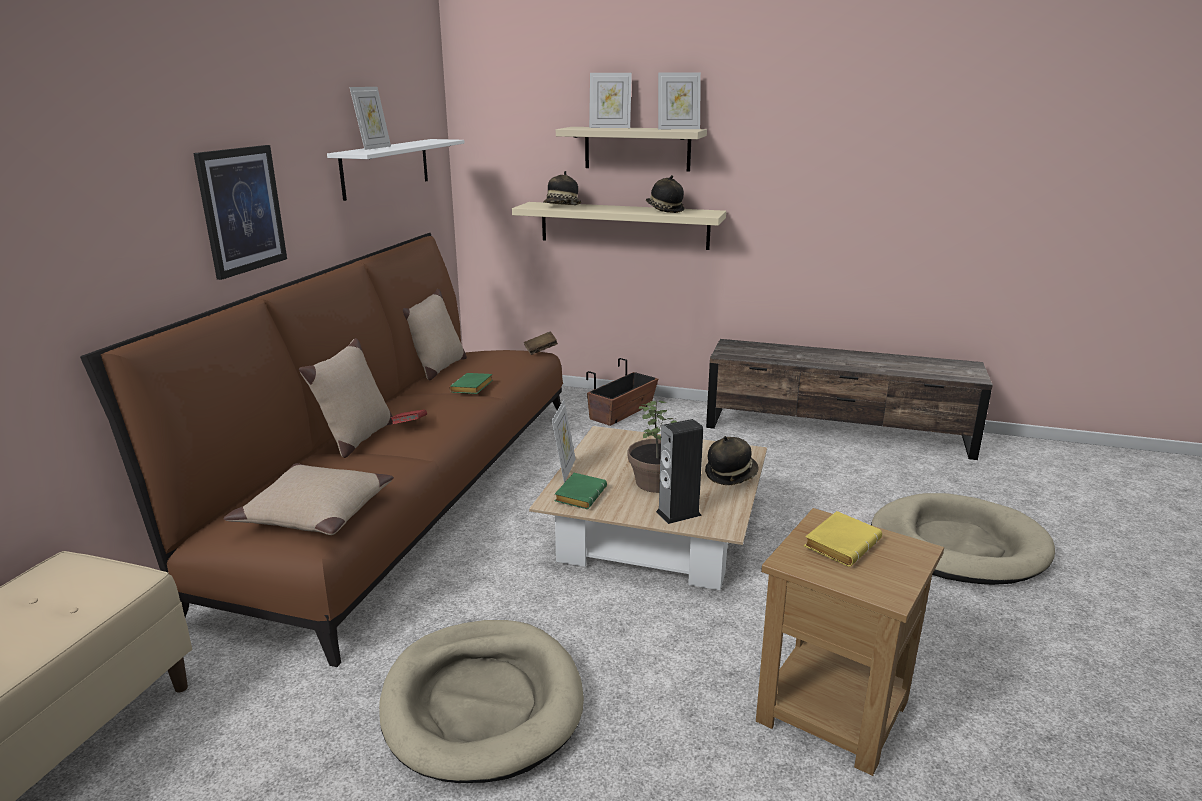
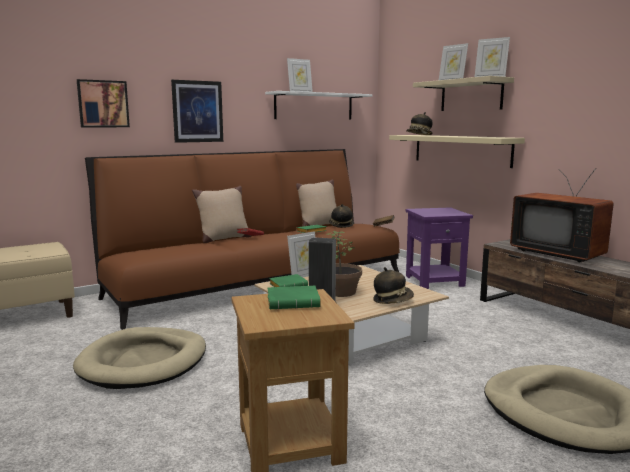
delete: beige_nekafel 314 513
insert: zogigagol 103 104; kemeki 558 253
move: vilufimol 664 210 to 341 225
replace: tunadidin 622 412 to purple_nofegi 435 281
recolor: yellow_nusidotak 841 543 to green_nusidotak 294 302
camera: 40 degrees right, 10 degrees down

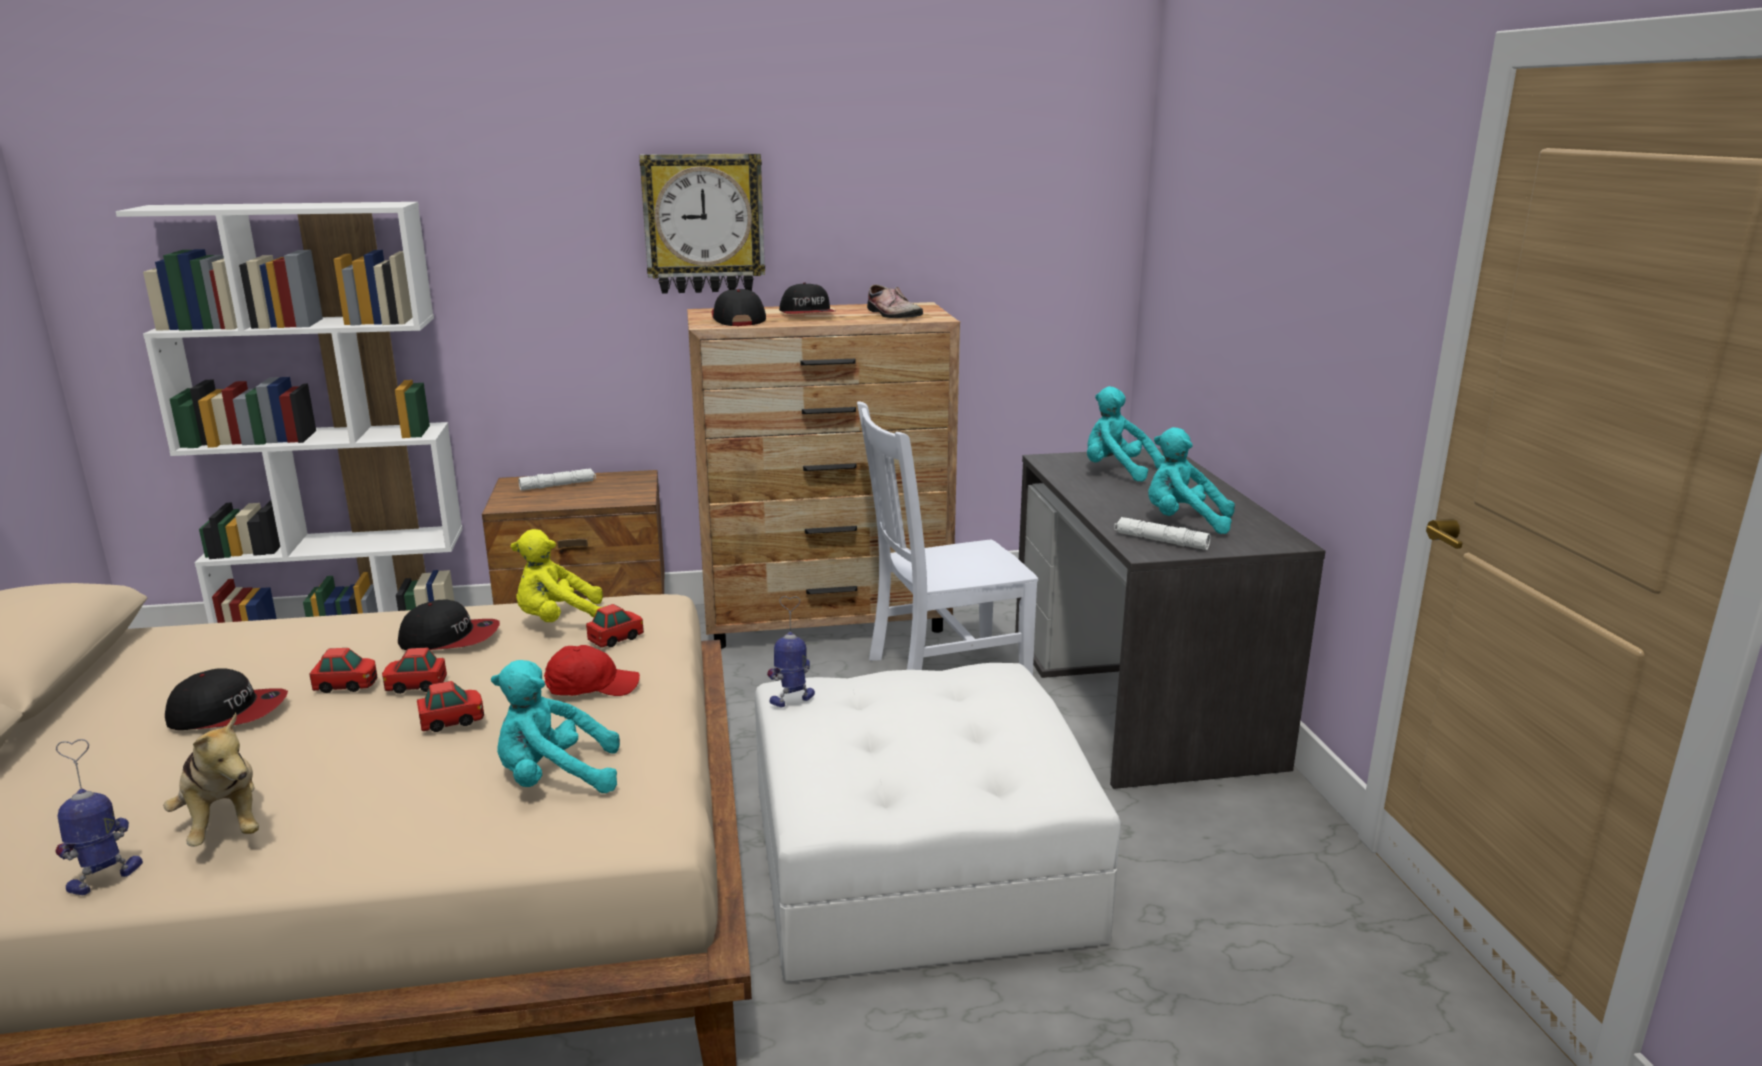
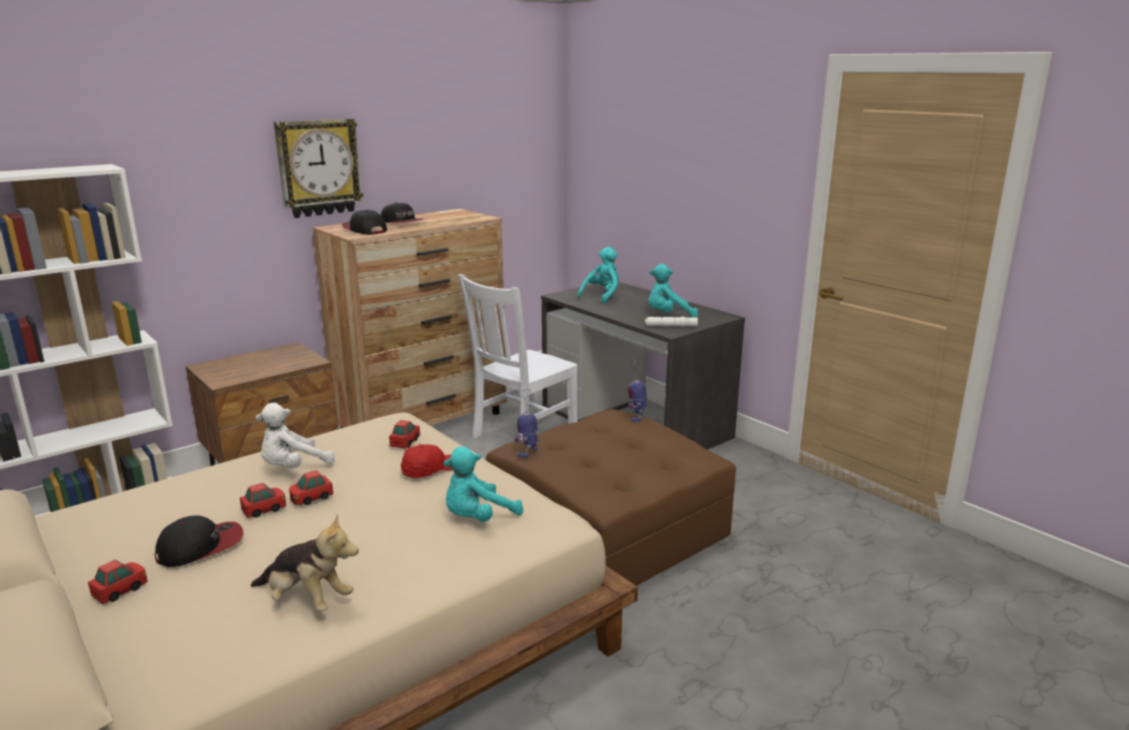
delete: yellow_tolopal 560 622; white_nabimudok 558 485; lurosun 891 315
move: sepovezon 452 721 to 121 590; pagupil 106 878 to 636 416
replace: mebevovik 450 638 to white_tolopal 293 467
recolor: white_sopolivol 915 861 to brown_sopolivol 606 528
rotate: turquoise_tolopal 1117 471 = 602 296 120 degrees clockwise
camera: 30 degrees left, 0 degrees up

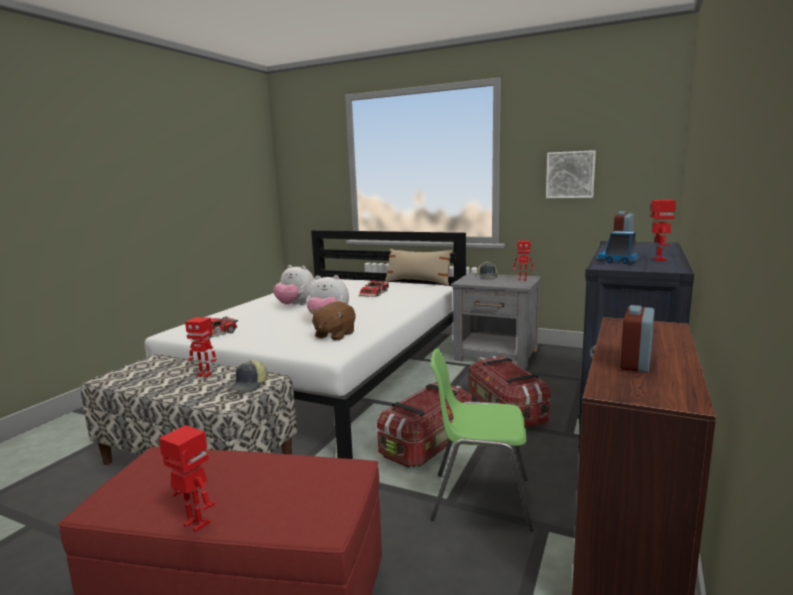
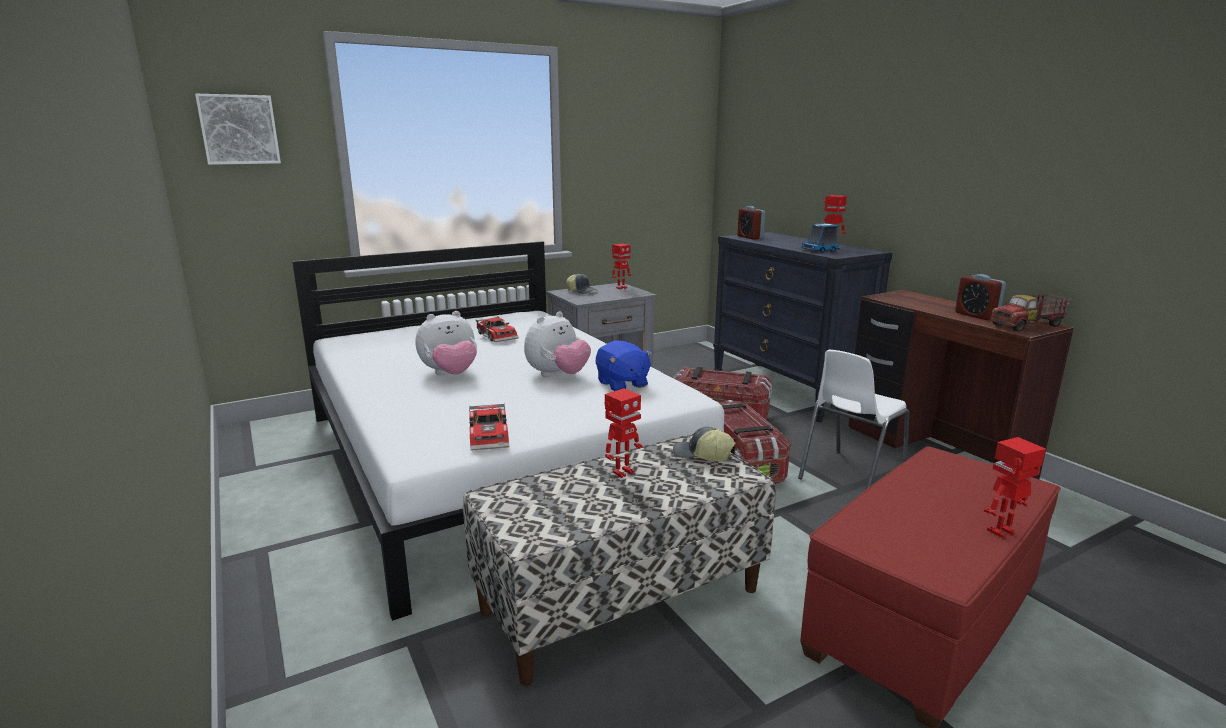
delete: beige_nekafel 418 282
insert: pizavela 1028 326
move: zogigagol 570 174 to 239 129
recolor: brown_tolopal 334 335 to blue_tolopal 622 384; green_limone 480 499 to white_limone 850 476
rotate: mebevovik 249 386 = 702 456 150 degrees clockwise
camera: 55 degrees left, 5 degrees up

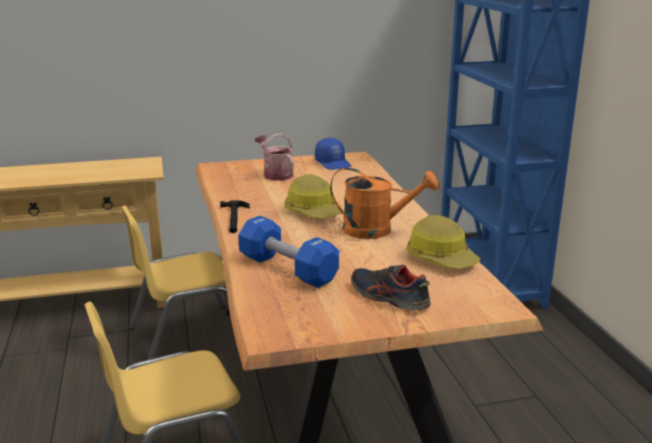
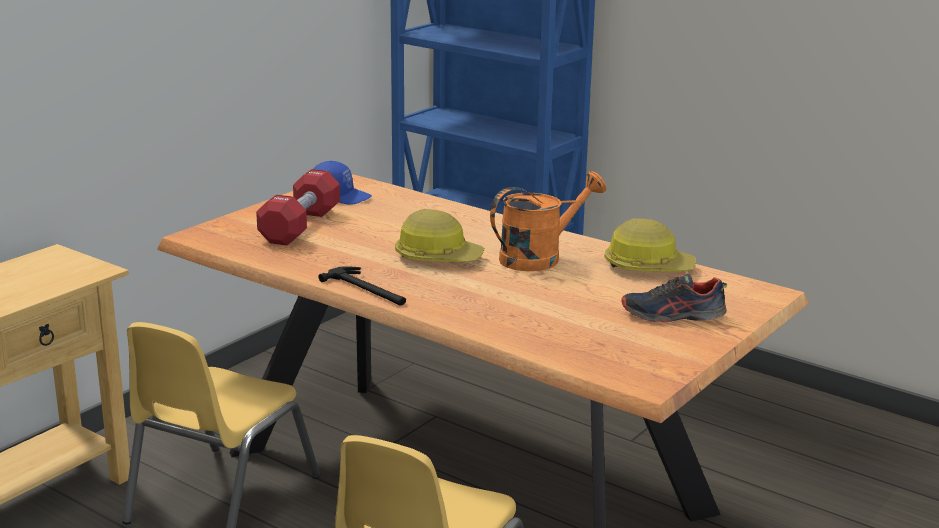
delete: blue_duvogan 288 269
replace: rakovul 276 174 to red_duvogan 300 226
camera: 40 degrees left, 0 degrees up

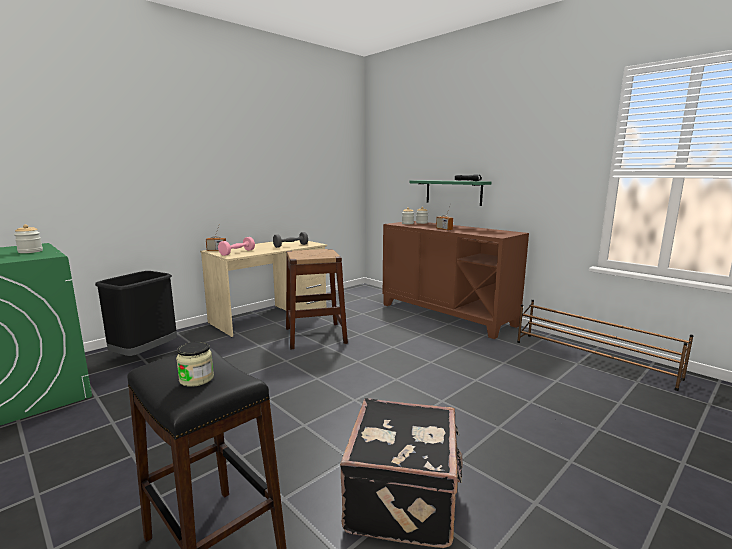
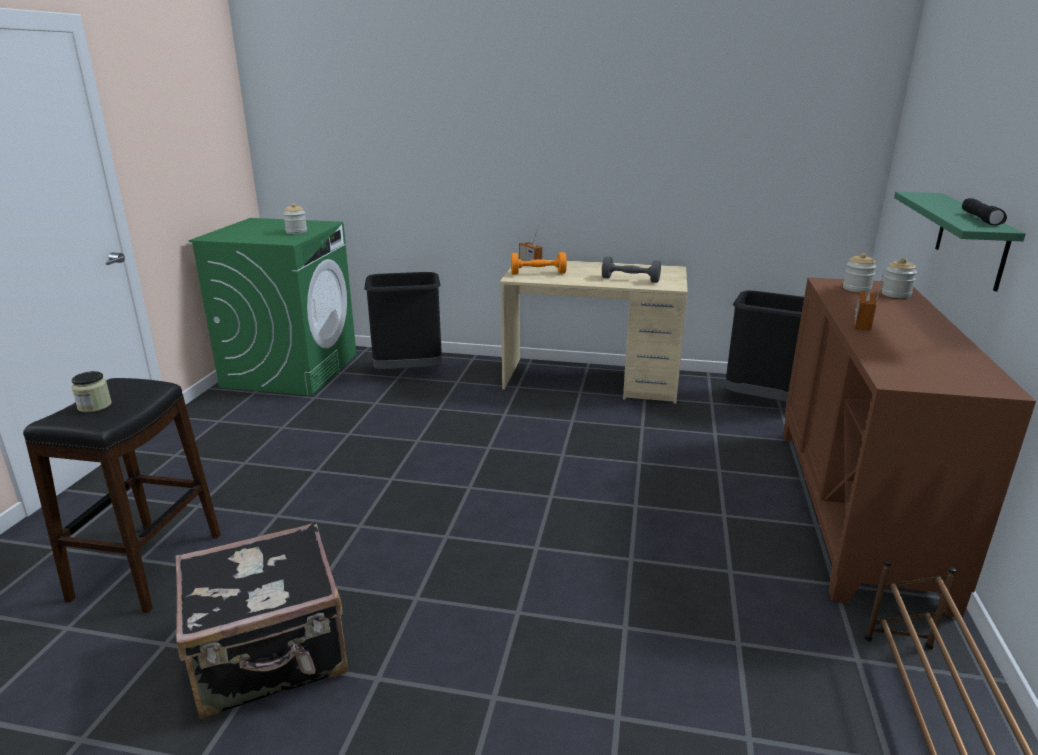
delete: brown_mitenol 315 335
insert: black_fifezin 763 401
recolor: pink_duvogan 237 252 to orange_duvogan 538 273
camera: 55 degrees right, 10 degrees up

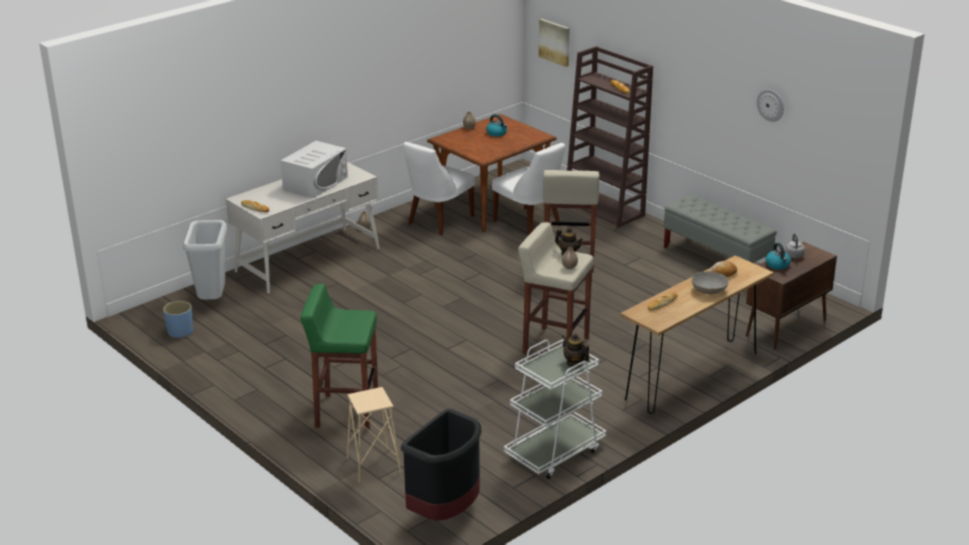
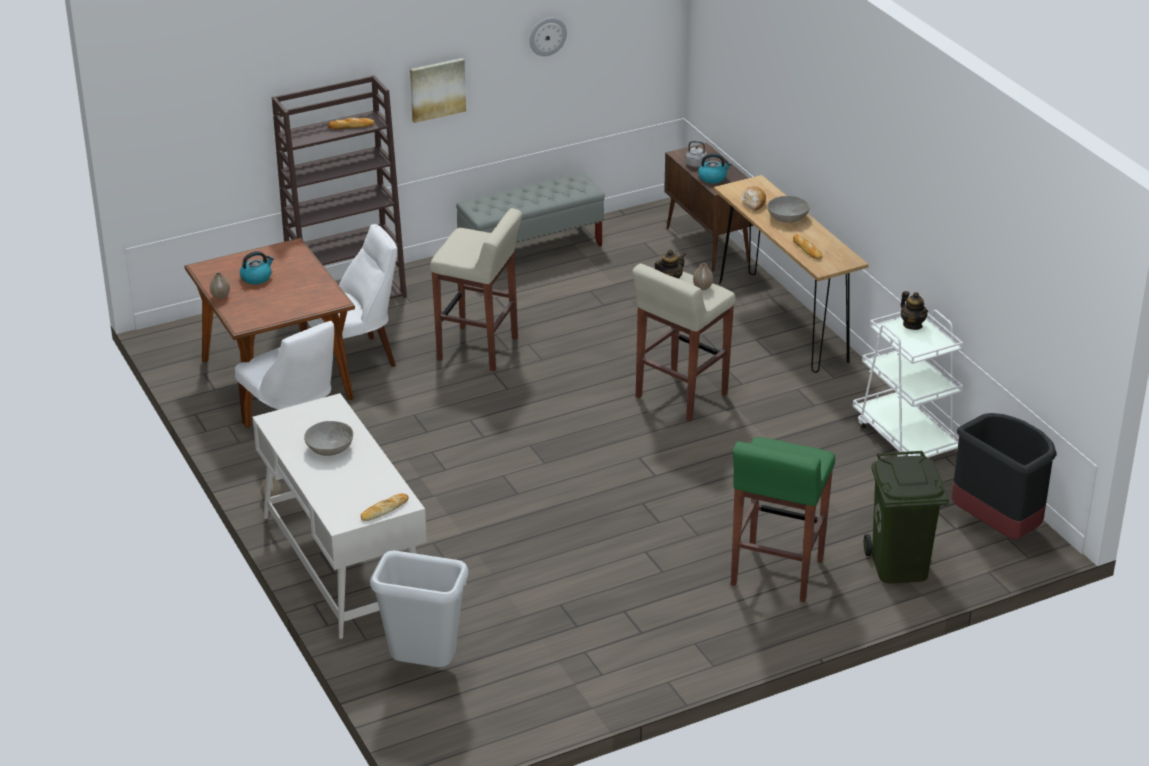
delete: blue_tunadidin 180 332
move: zogigagol 555 42 to 437 89
replace: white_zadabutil 315 183 to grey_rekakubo 329 447; beige_mitenol 373 465 to green_fifezin 898 566
rotate: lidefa 574 363 = 912 325 90 degrees counterclockwise
camera: 75 degrees left, 5 degrees up

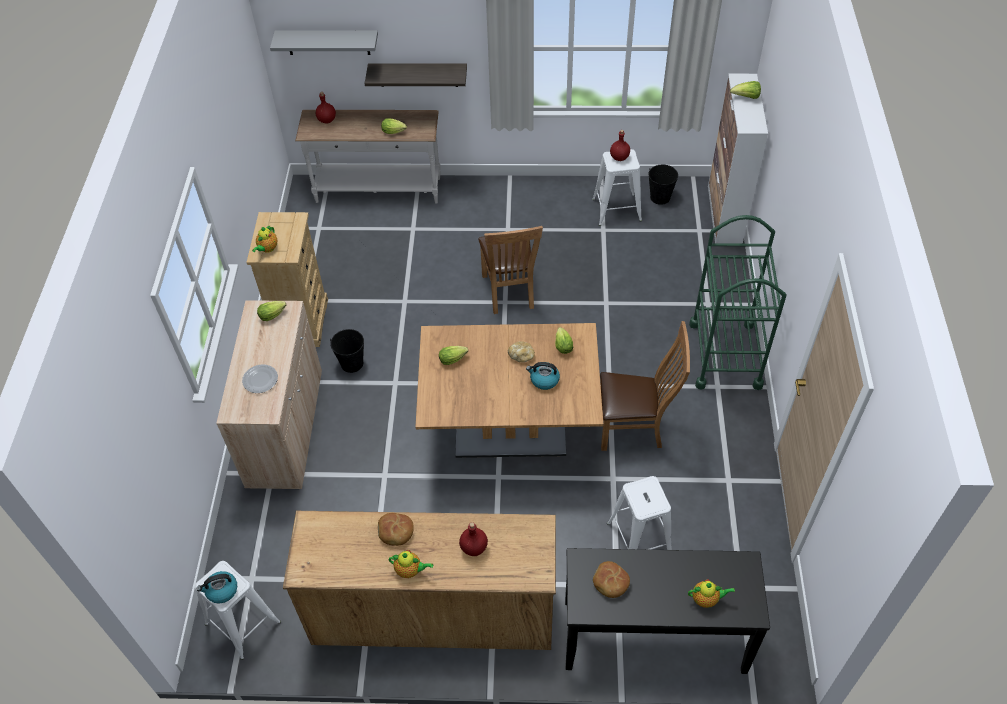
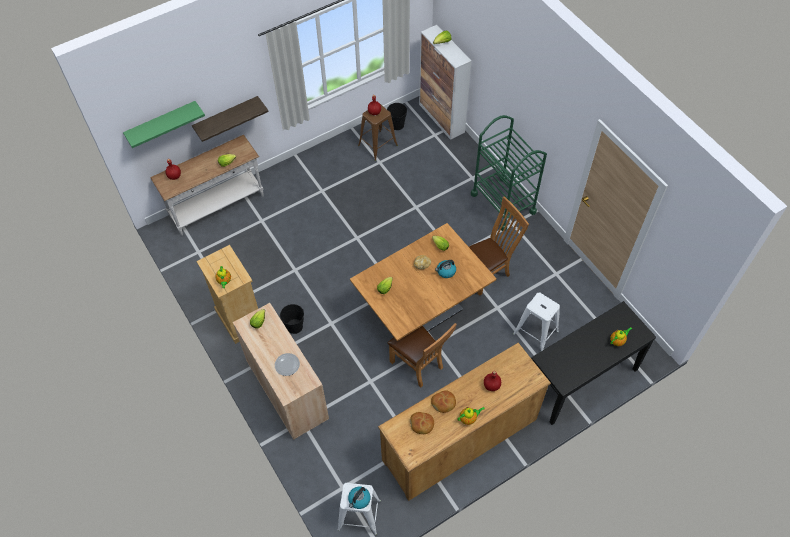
move: brown_limone 509 294 to 419 366; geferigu 610 582 to 422 424
recolor: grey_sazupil 328 42 to green_sazupil 162 123; white_mitenol 617 210 to brown_mitenol 378 145
camera: 35 degrees left, 5 degrees up

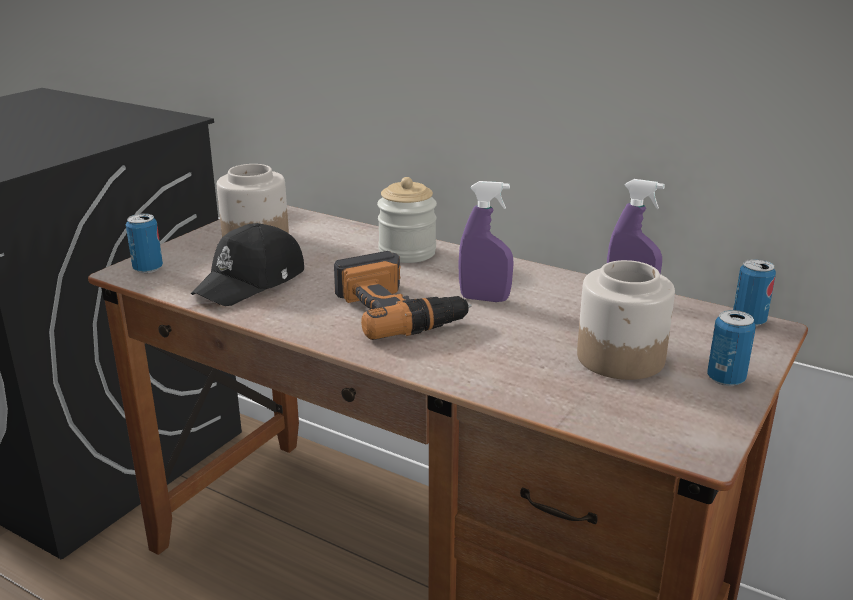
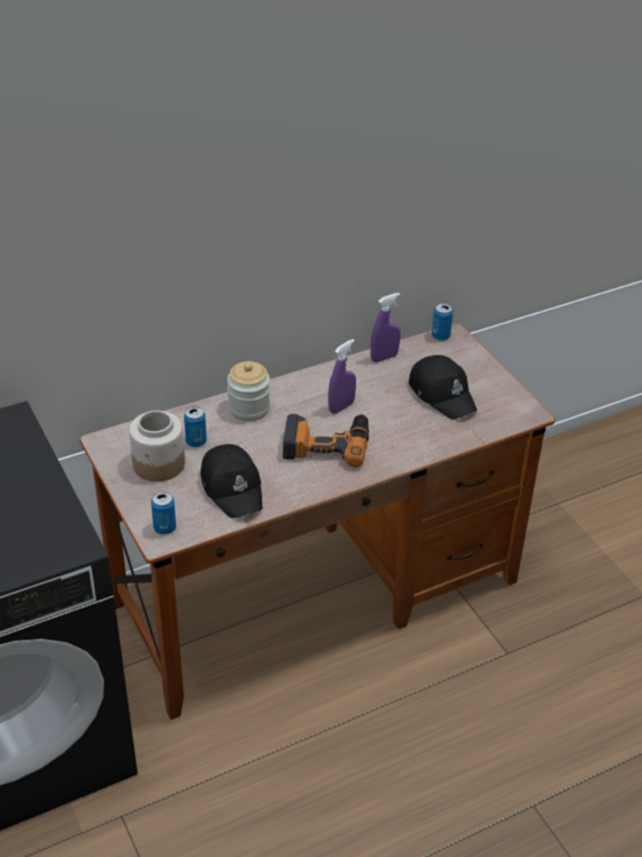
move: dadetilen 725 378 to 196 442
replace: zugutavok 621 358 to black_mebevovik 442 394
camera: 60 degrees left, 15 degrees up

